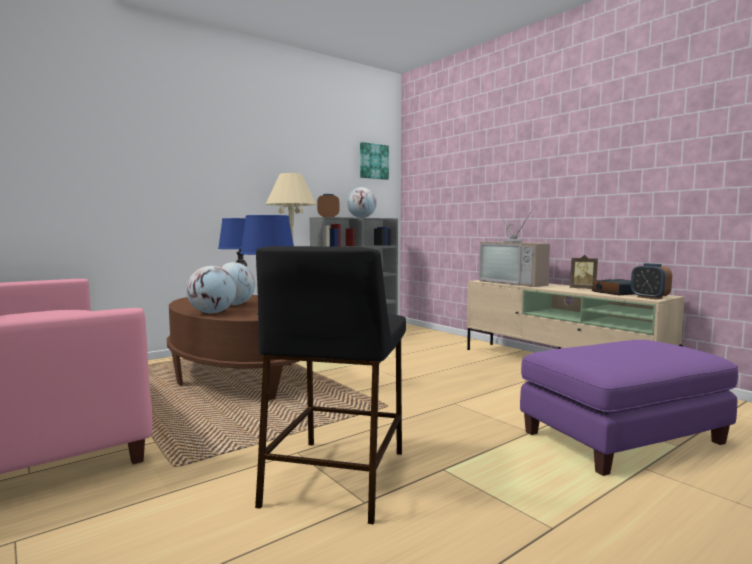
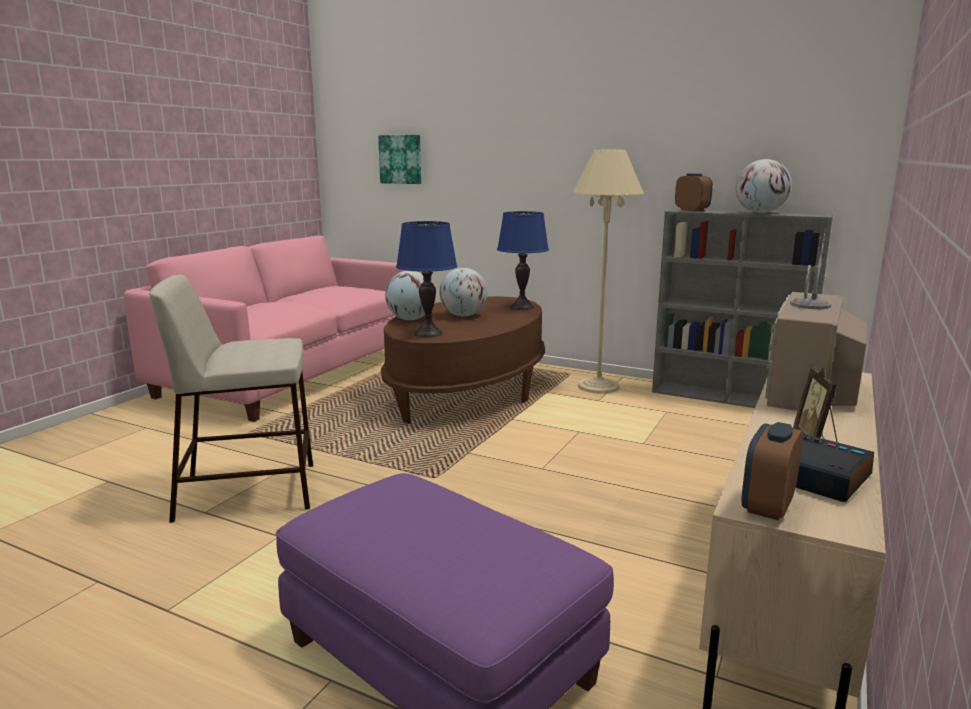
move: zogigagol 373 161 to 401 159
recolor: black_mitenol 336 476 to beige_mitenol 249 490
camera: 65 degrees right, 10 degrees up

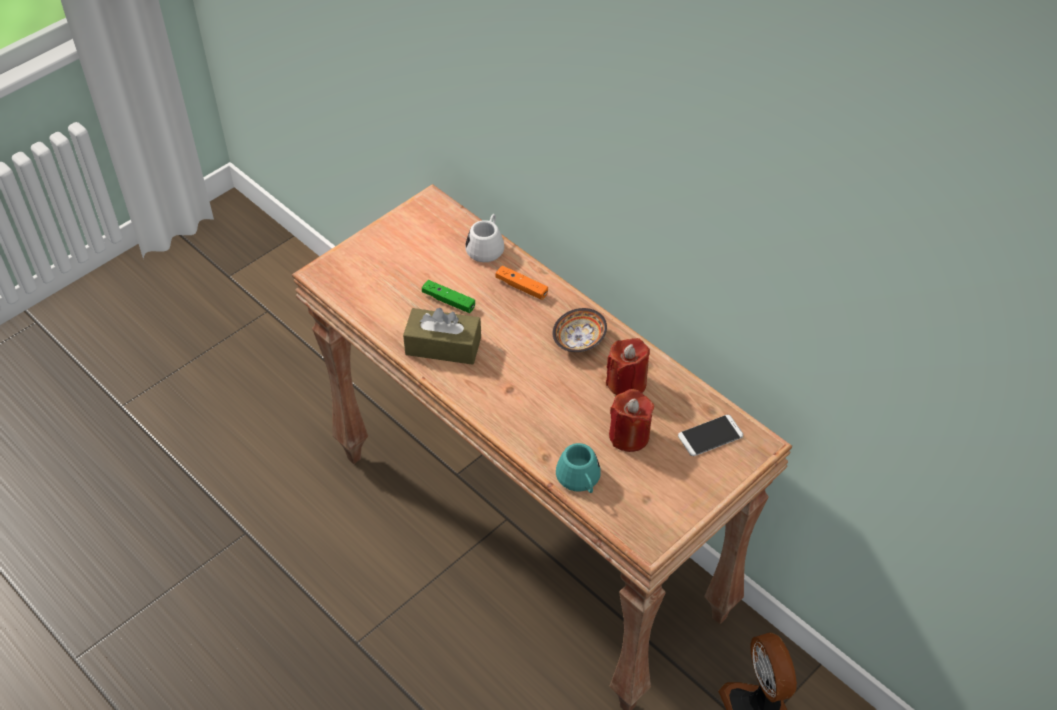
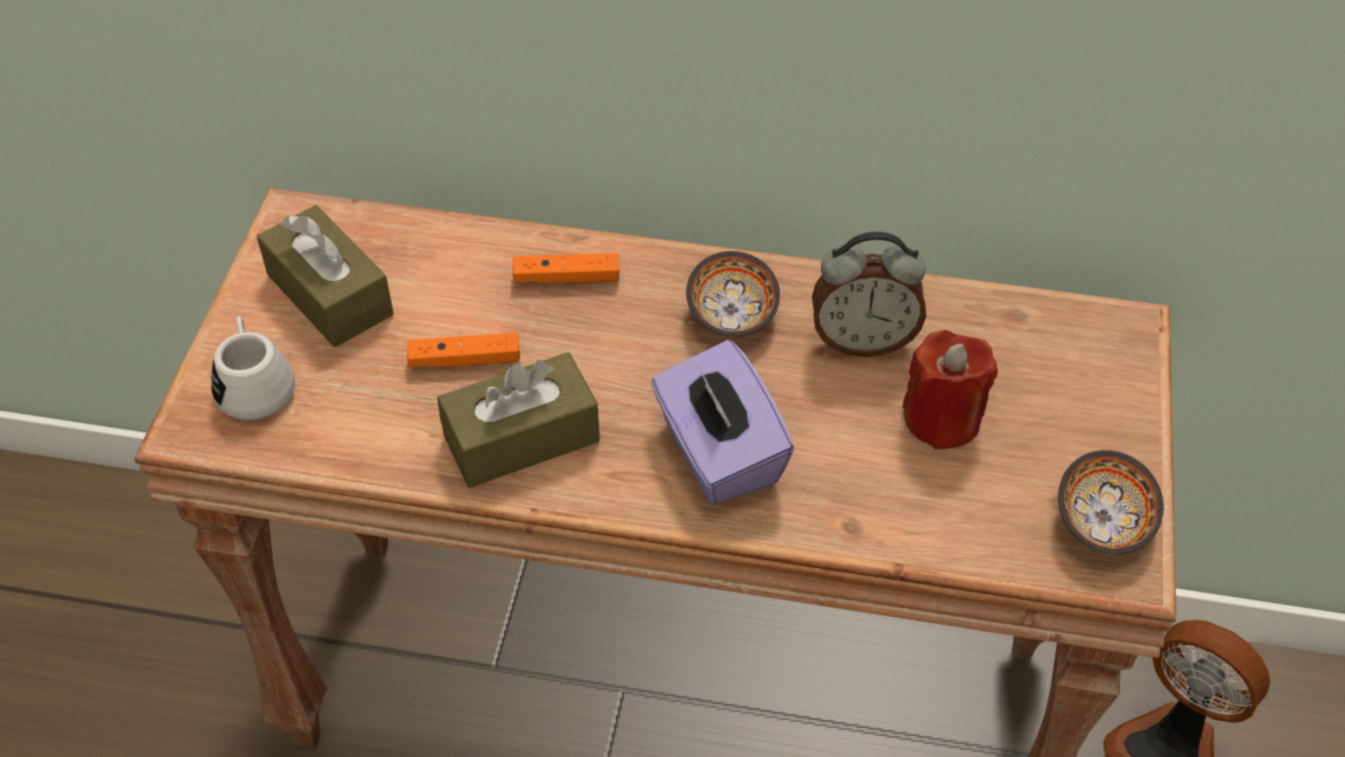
delete: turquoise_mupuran 580 480; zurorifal 710 436
insert: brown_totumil 330 294; purple_totumil 718 453; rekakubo 1103 521
move: white_mupuran 486 246 to 254 384
replace: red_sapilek 626 383 to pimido 863 341
recolor: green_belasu 448 301 to orange_belasu 465 360
camera: 35 degrees left, 0 degrees up

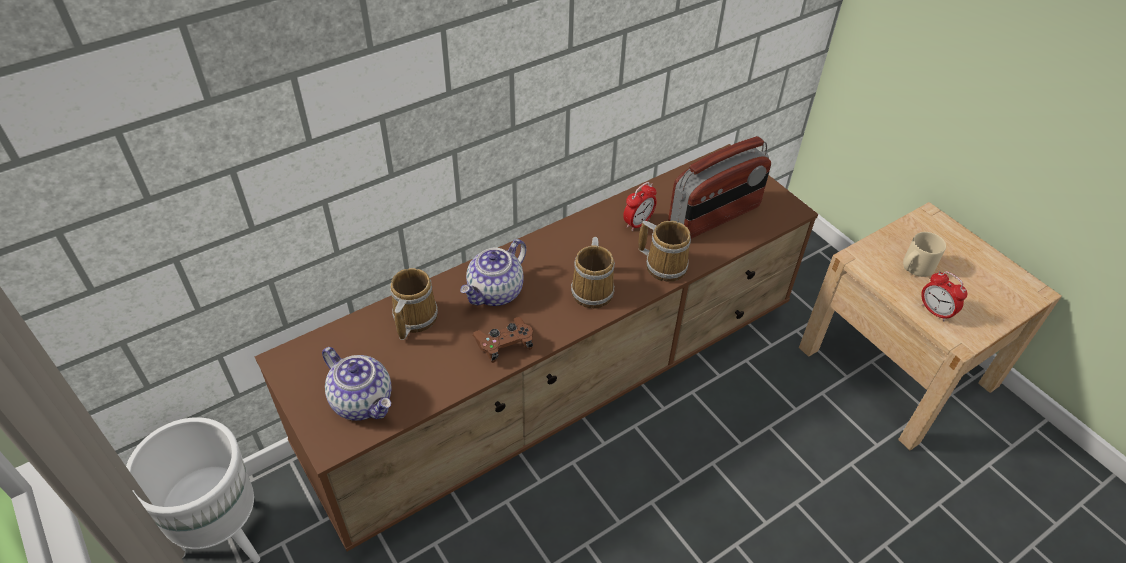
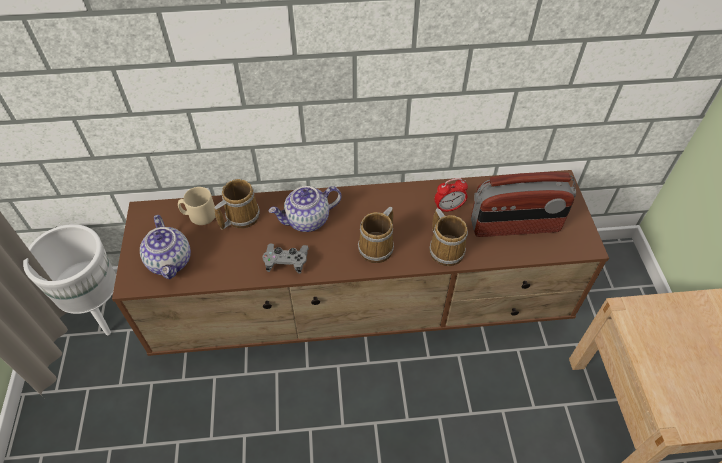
delete: pimido 935 311
move: beige_mupuran 915 268 to 199 215
recolor: brown_belasu 504 345 to grey_belasu 286 262
camera: 30 degrees right, 5 degrees up

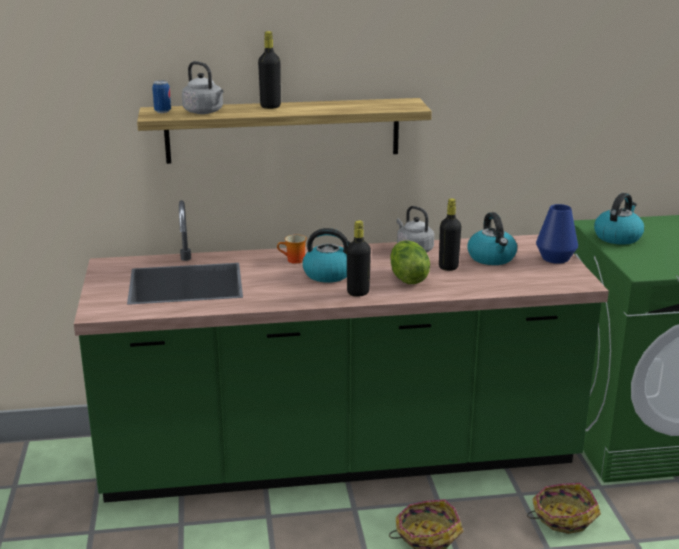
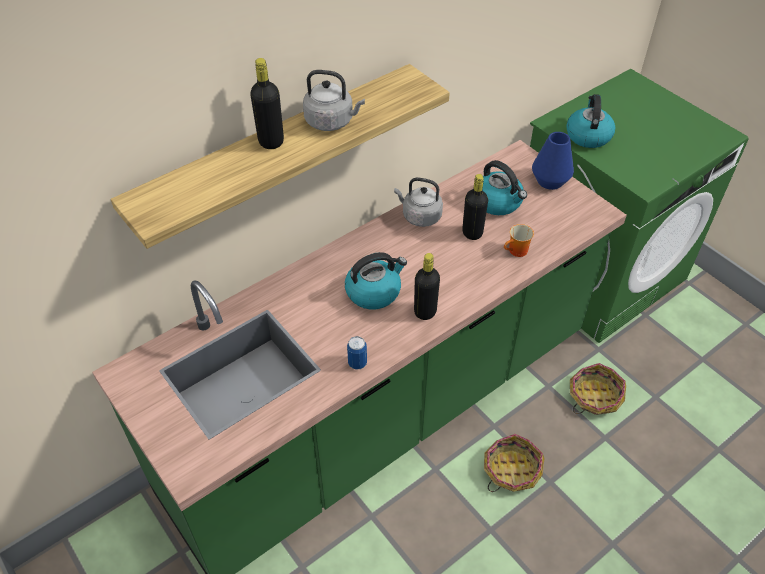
delete: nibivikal 407 278
move: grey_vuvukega 205 112 to 332 122; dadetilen 162 111 to 357 363; mupuran 293 260 to 517 252
camera: 30 degrees left, 25 degrees up

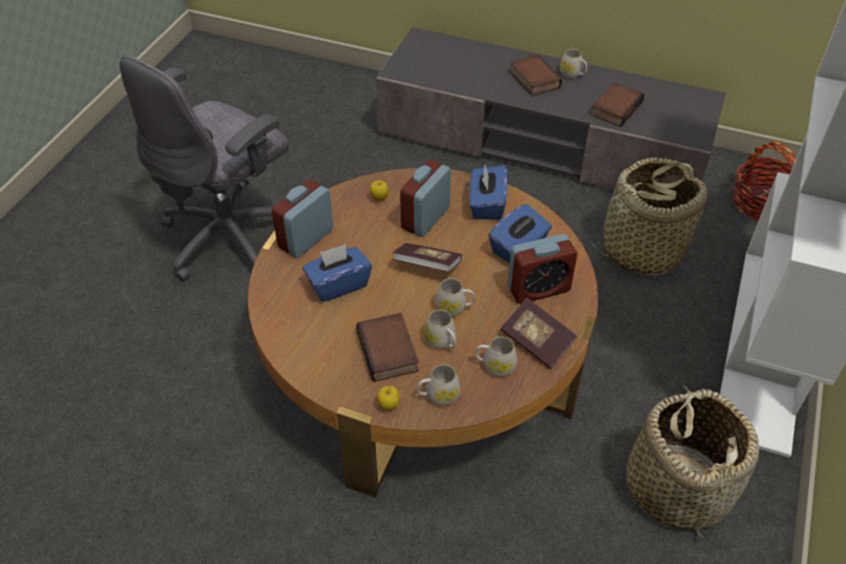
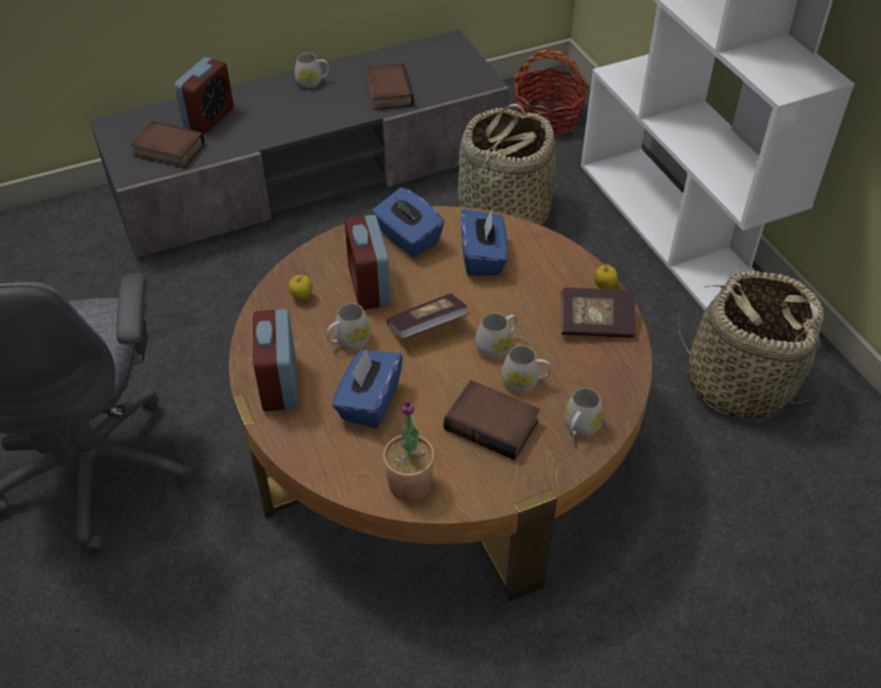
insert: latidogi 409 484
move: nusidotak 533 80 to 167 151; pimido 538 289 to 209 118; white_mupuran 495 366 to 348 340; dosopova 388 405 to 604 287
camera: 45 degrees left, 0 degrees up

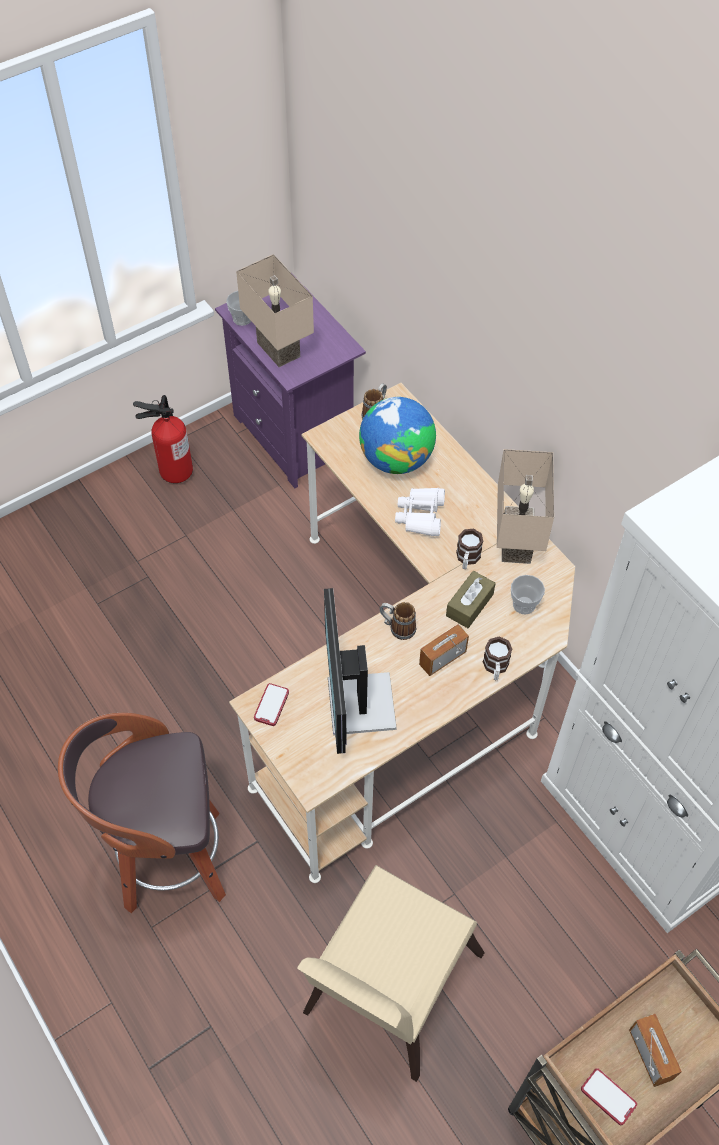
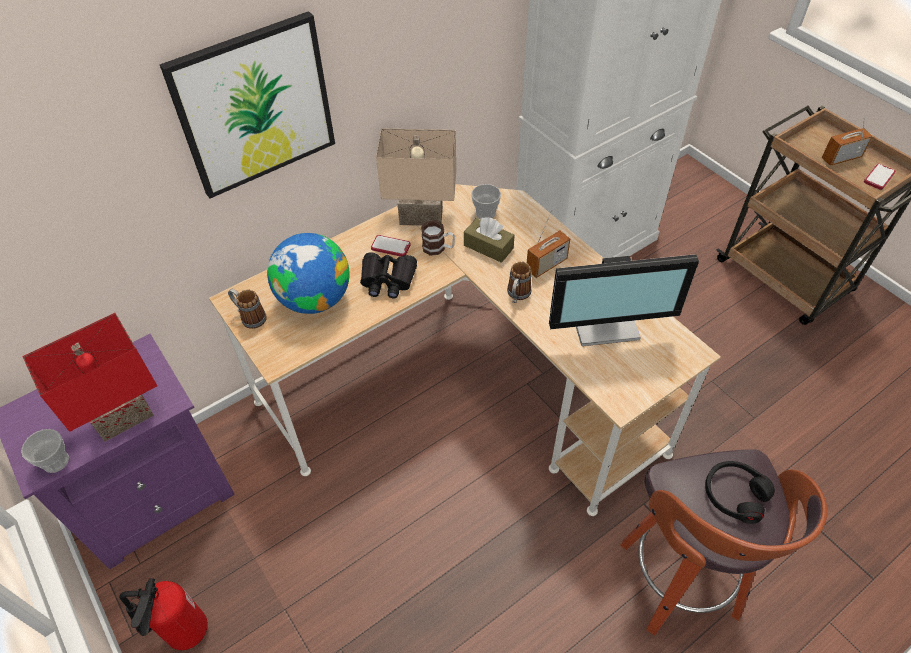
delete: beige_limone 385 992; mupuran 495 668
insert: zogigagol 255 106; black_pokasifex 734 495
move: zurorifal 271 705 to 390 247
recolor: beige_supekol 276 350 to red_supekol 124 420; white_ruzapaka 420 515 to black_ruzapaka 387 280
rotate: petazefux 442 658 = 546 265 90 degrees counterclockwise
camera: 90 degrees left, 5 degrees down

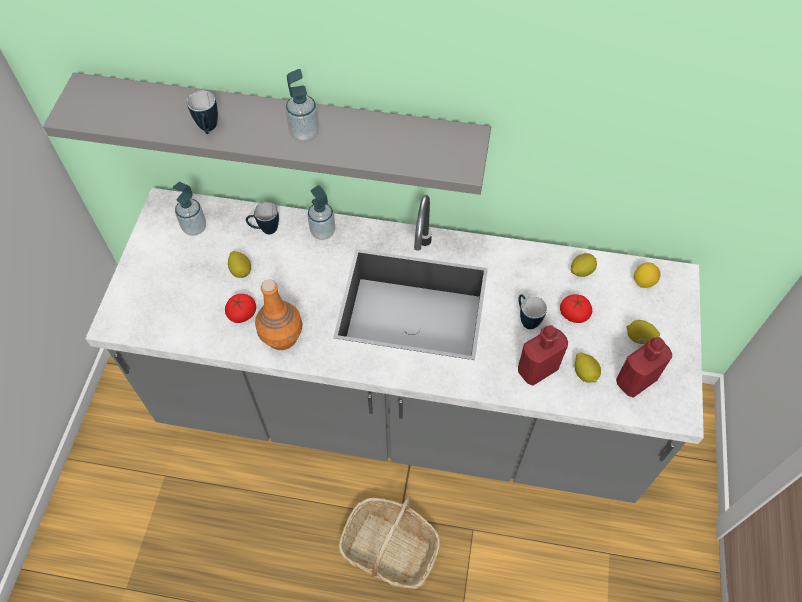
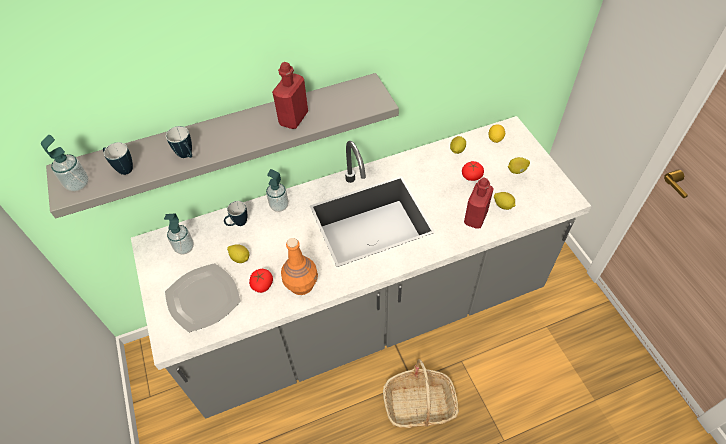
insert: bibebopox 203 299
move: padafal 304 132 to 78 184; mupuran 526 319 to 122 168; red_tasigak 635 381 to 293 118
camera: 30 degrees left, 5 degrees down

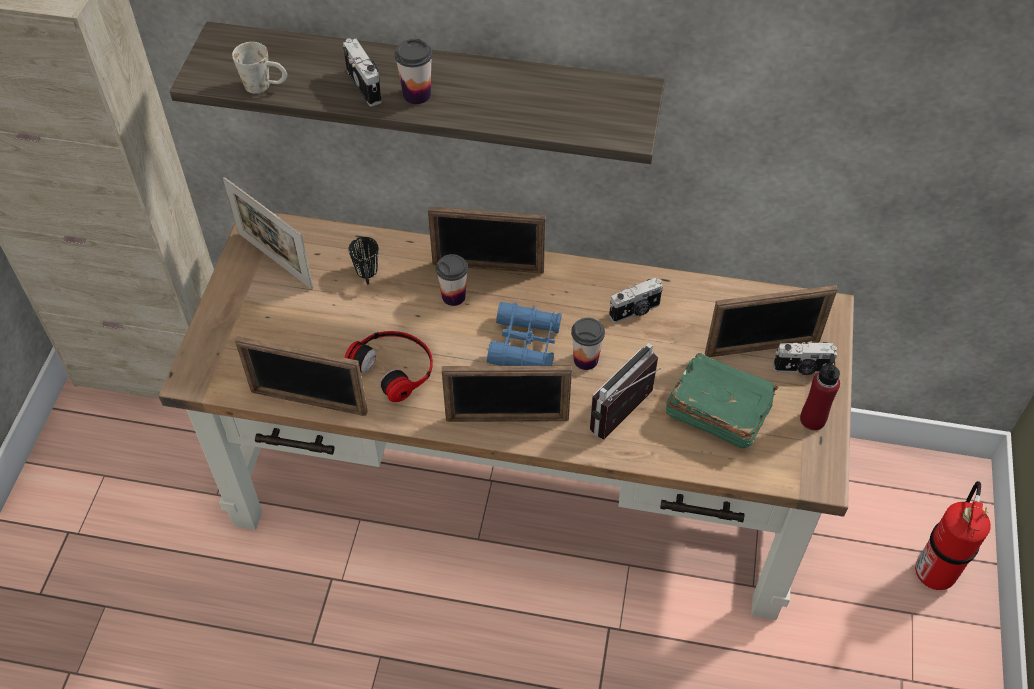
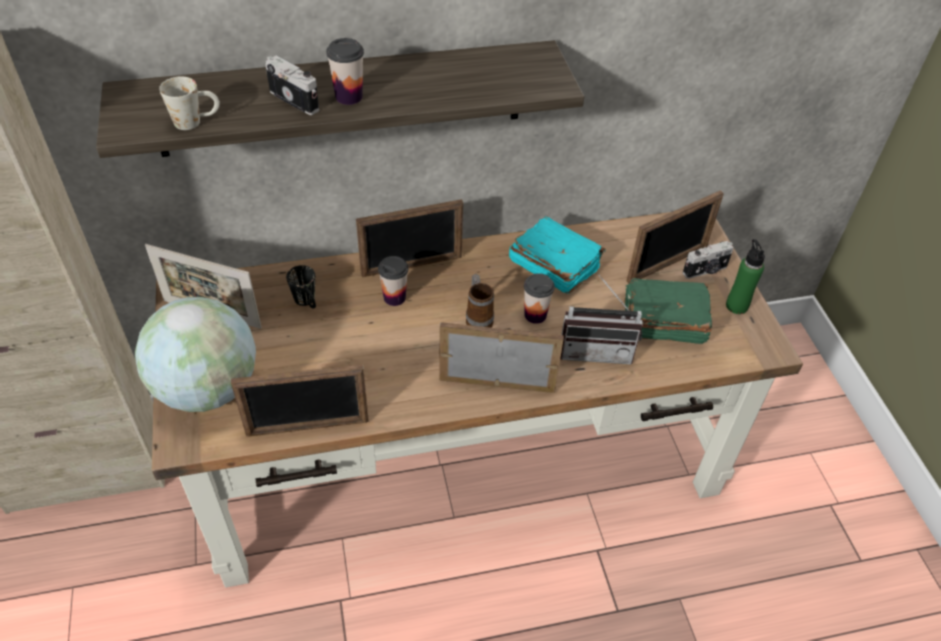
delete: pokasifex 394 366; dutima 934 570
insert: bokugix 208 389
replace: blue_ruzapaka 525 344 to mupuran 478 318; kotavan 635 311 to turquoise_nusidotak 553 265
recolor: red_tasigak 812 419 to green_tasigak 736 306
rotate: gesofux 507 419 = 497 384 150 degrees counterclockwise; petazefux 628 417 = 596 349 105 degrees counterclockwise
camera: 25 degrees left, 5 degrees down

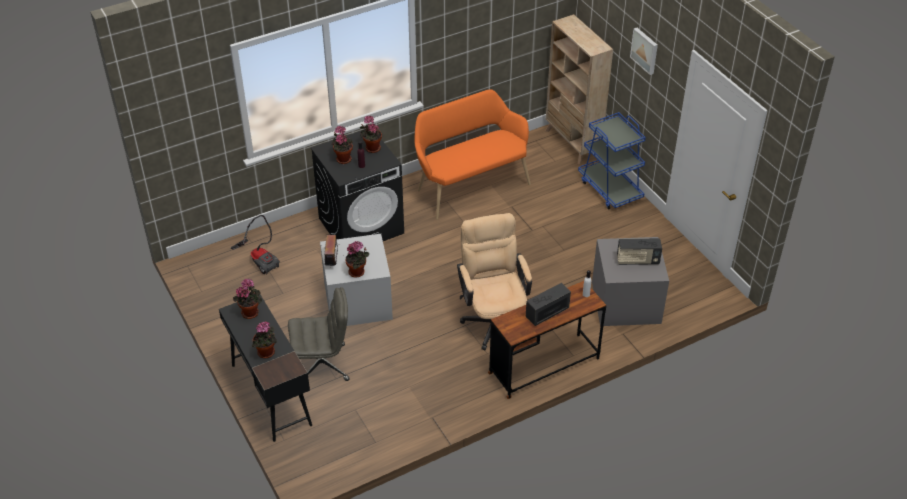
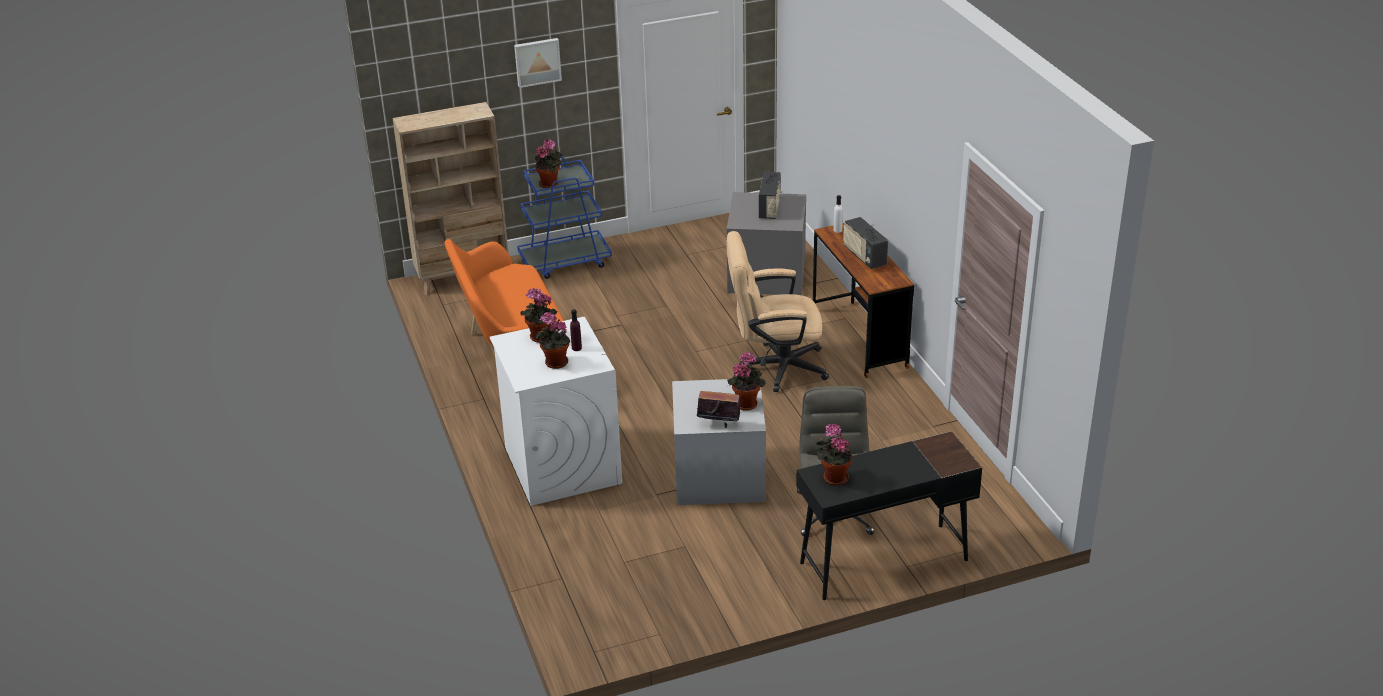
delete: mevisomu 261 259
move: latidogi 266 353 to 550 184
recolor: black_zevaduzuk 361 225 to white_zevaduzuk 562 465
camera: 80 degrees left, 10 degrees down

